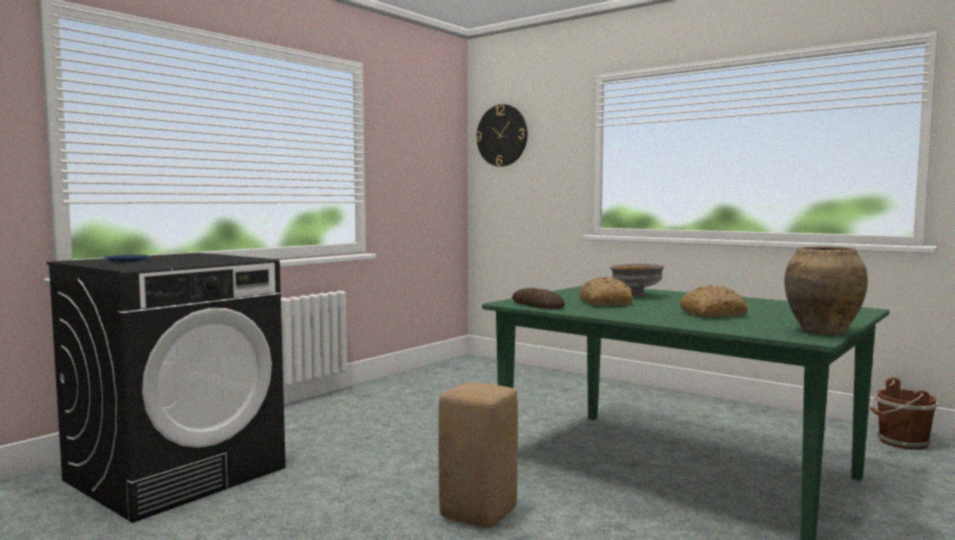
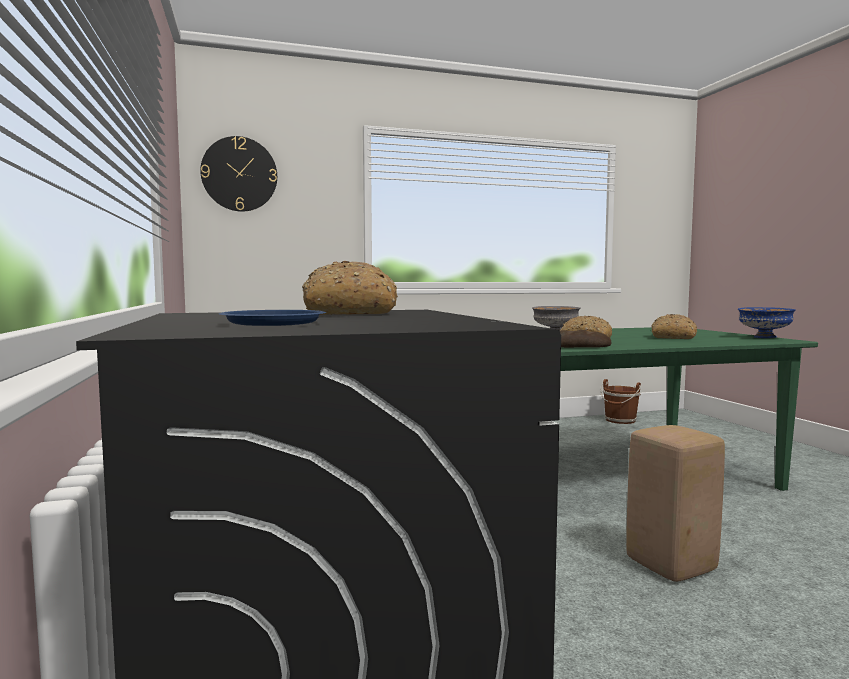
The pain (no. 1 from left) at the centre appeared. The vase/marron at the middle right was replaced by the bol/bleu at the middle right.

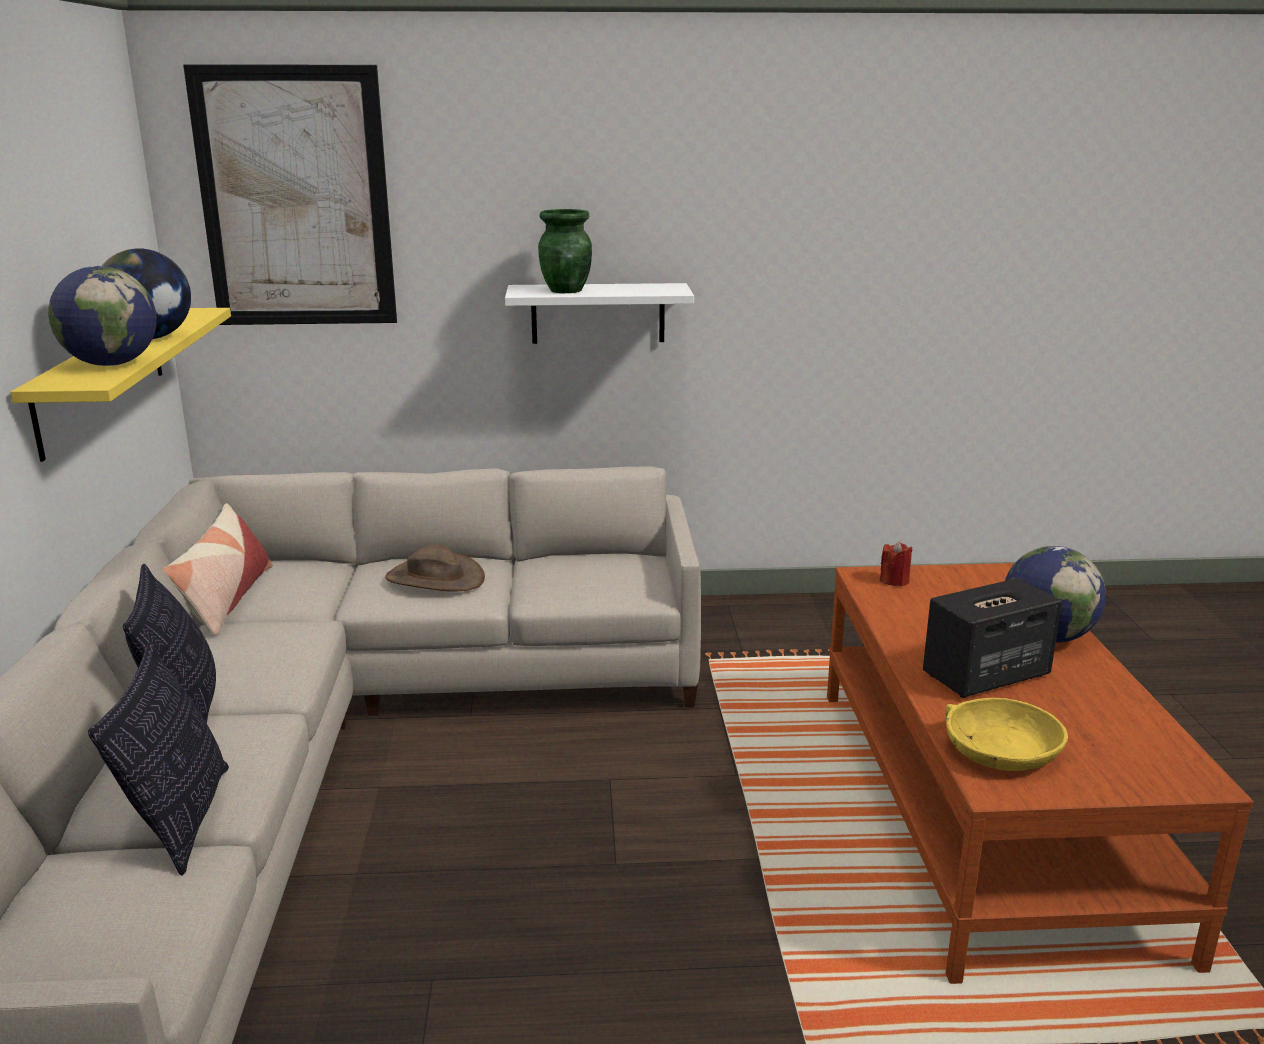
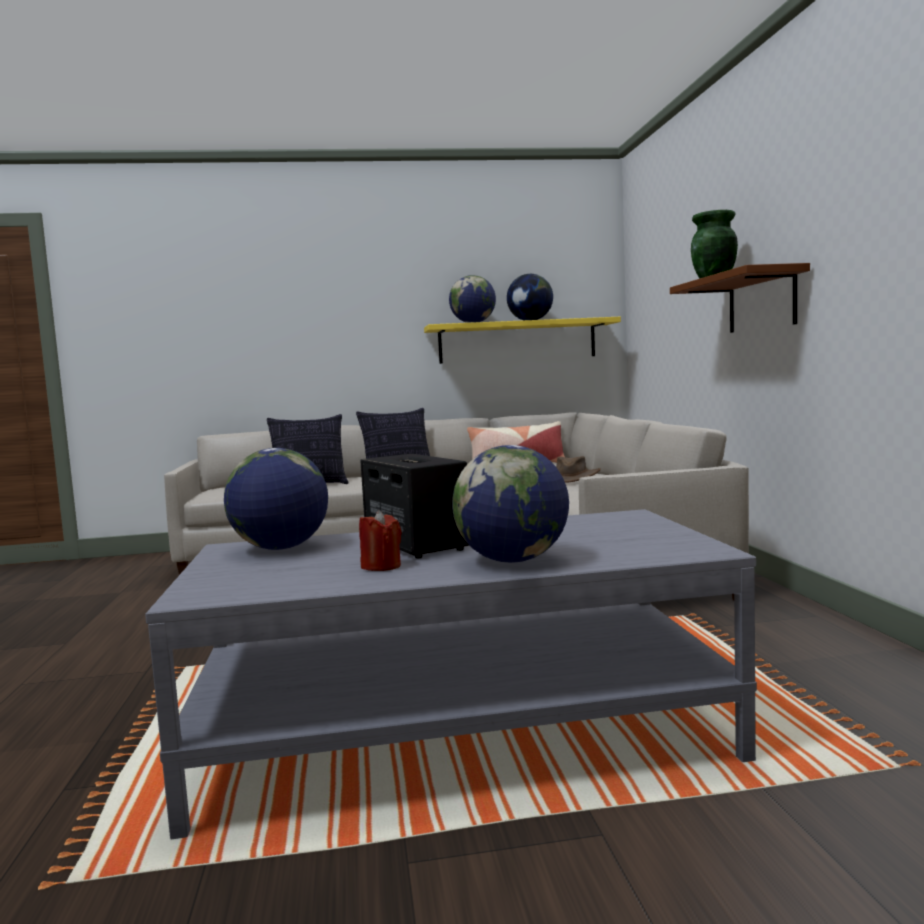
The tableau at the top left disappeared. The bougie/rouge moved from the middle right to the centre. The bol/jaune at the bottom right was replaced by the globe (no. 1 from left) at the middle left. The étagère/blanc at the top centre became the étagère/marron at the top right. The table basse/marron at the bottom right became the table basse/gris at the bottom centre.

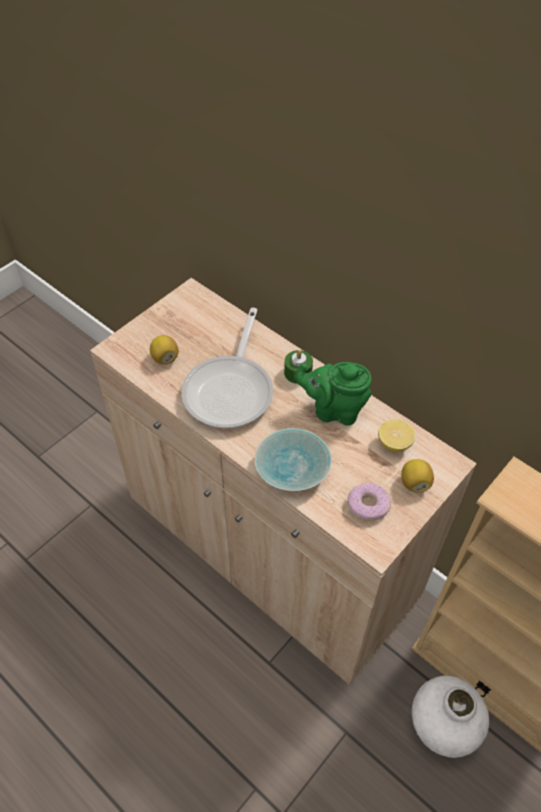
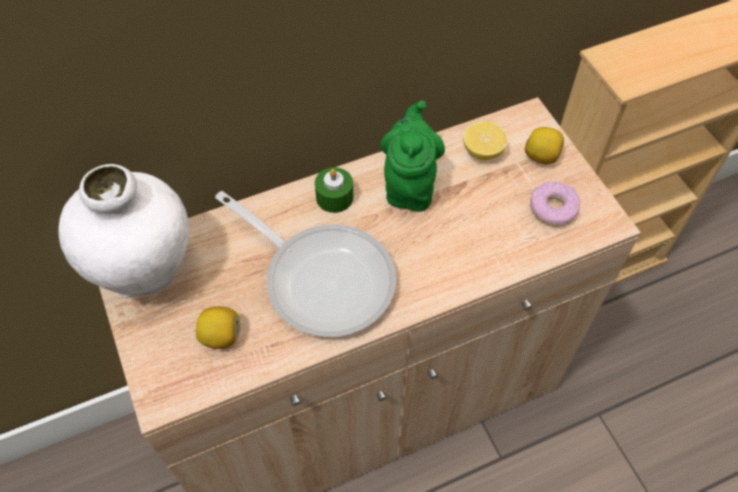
The bol/turquoise at the centre disappeared. The vase/blanc moved from the bottom right to the middle left. The théière/vert at the centre turned 150 degrees clockwise.

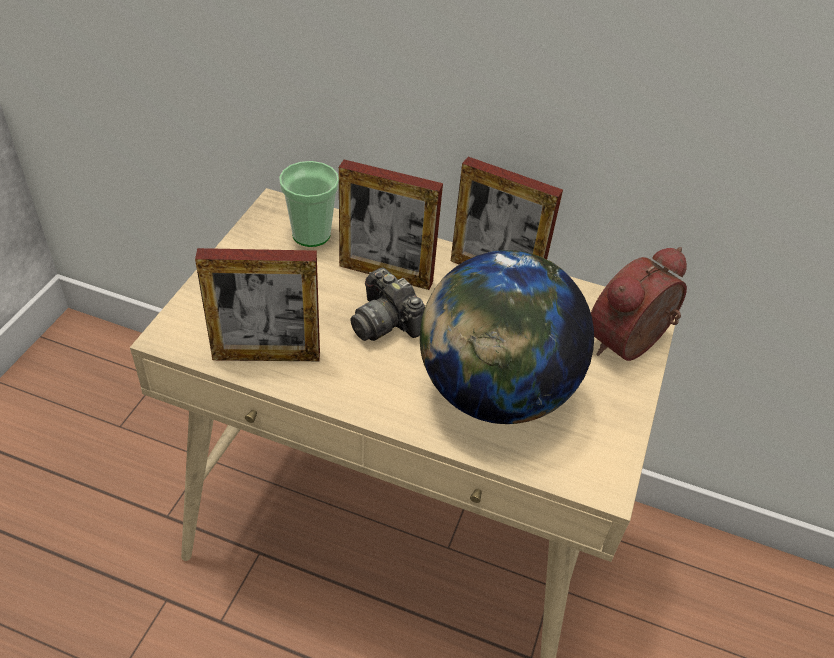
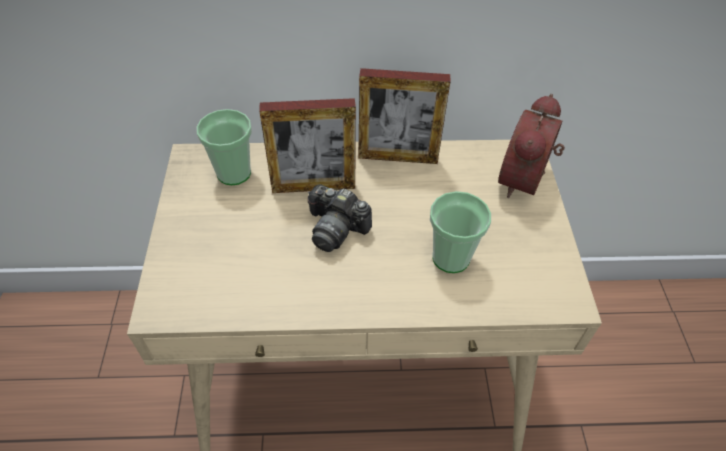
The cadre photo (no. 1 from left) at the middle left disappeared. The globe at the centre was replaced by the tasse (no. 2 from left) at the centre.

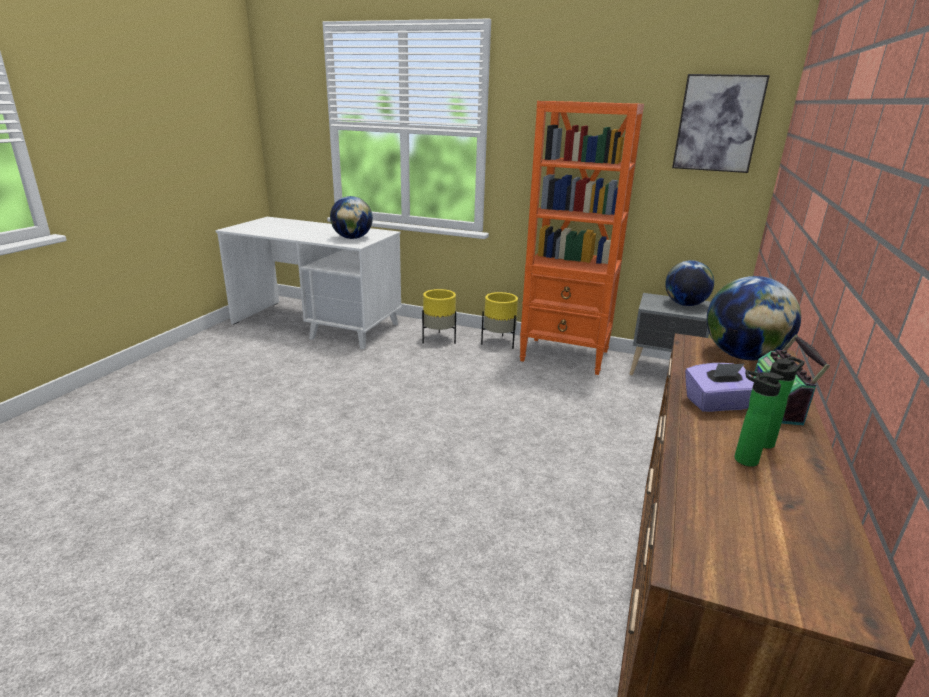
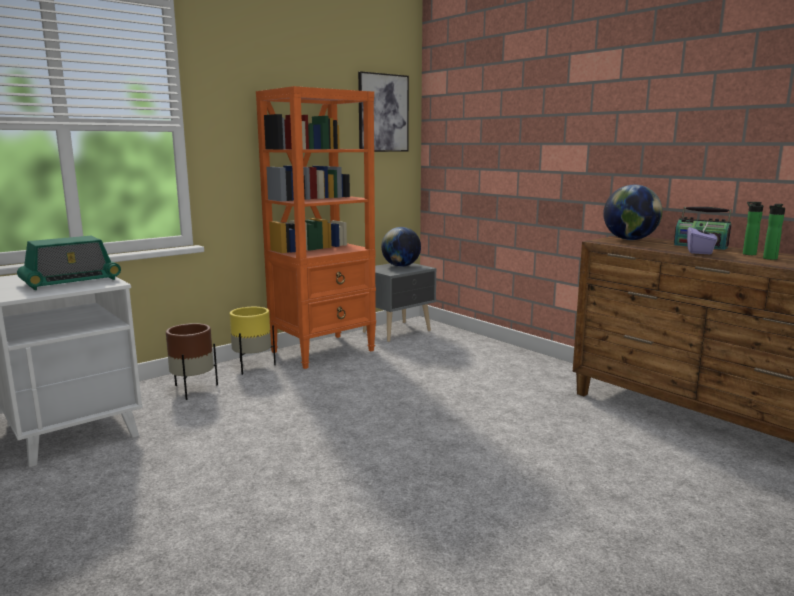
The globe (no. 1 from left) at the top centre was replaced by the radio (no. 1 from left) at the middle left. The cache-pot/jaune (no. 1 from left) at the centre became the cache-pot/marron at the middle left.

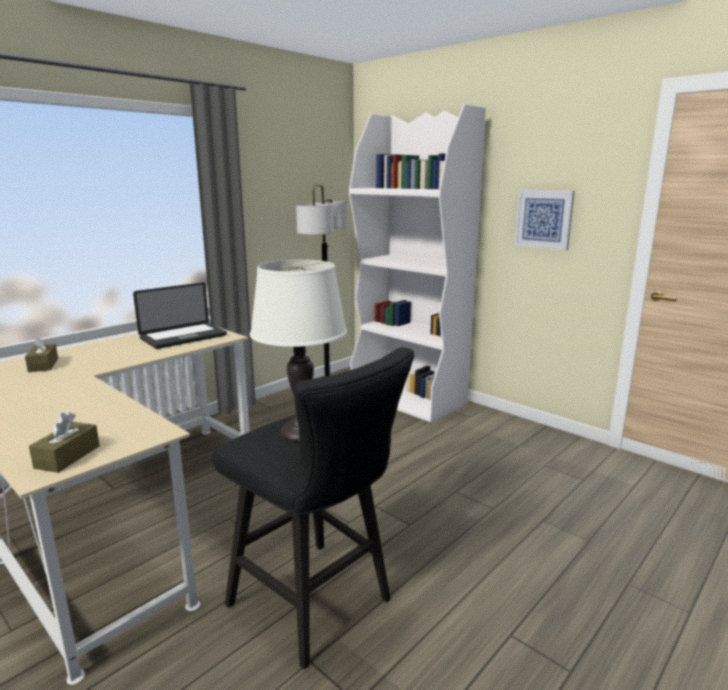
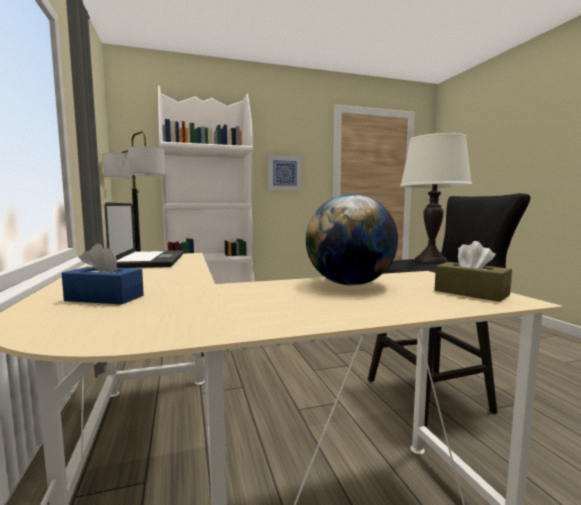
The globe at the centre appeared. The boîte à mouchoirs/marron (no. 1 from left) at the middle left became the boîte à mouchoirs/bleu at the middle left.

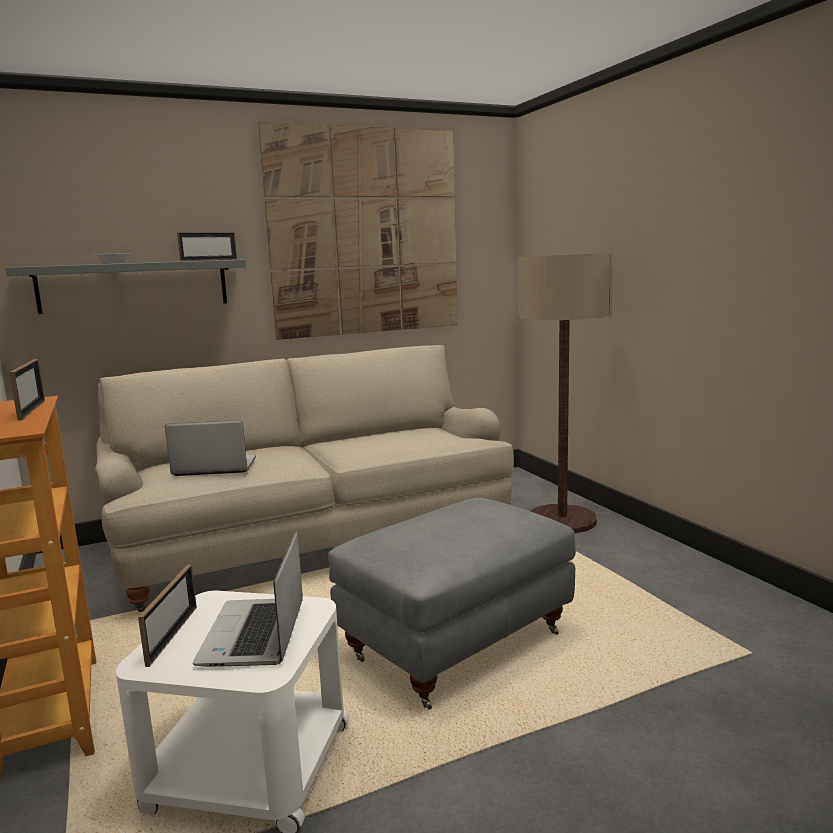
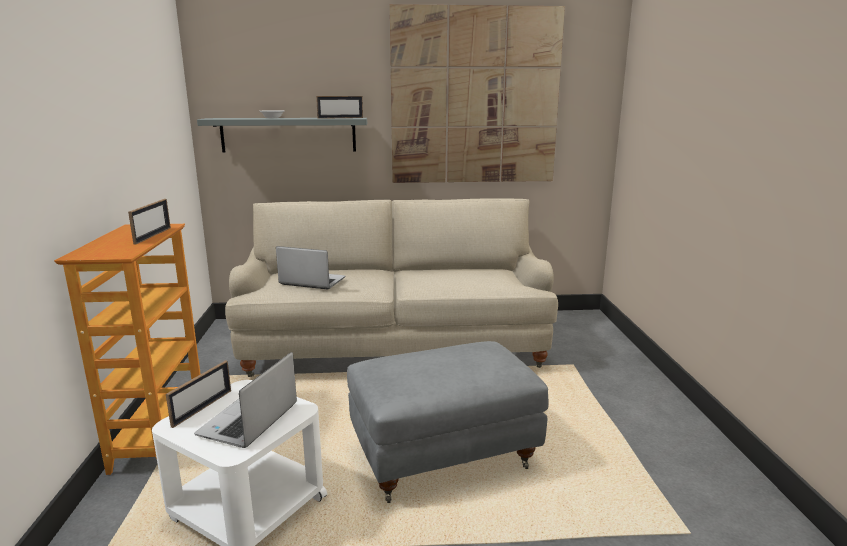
The lampadaire at the middle right disappeared.

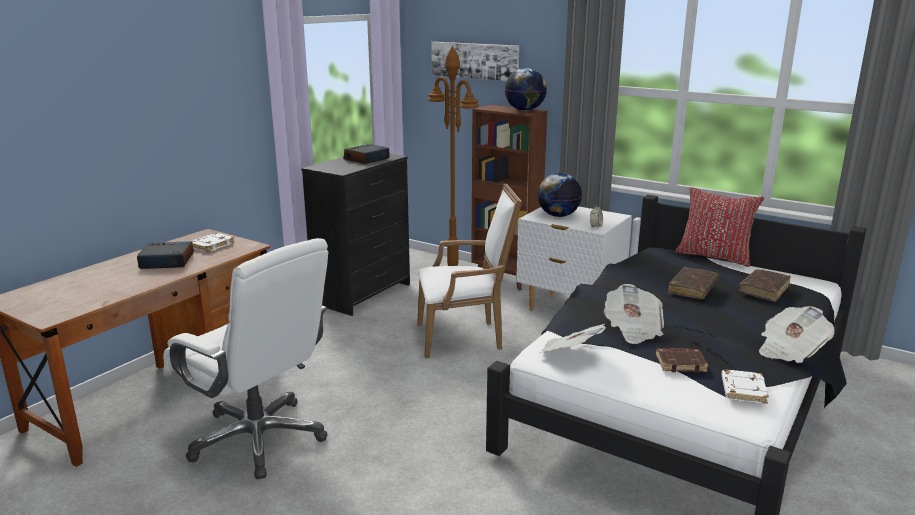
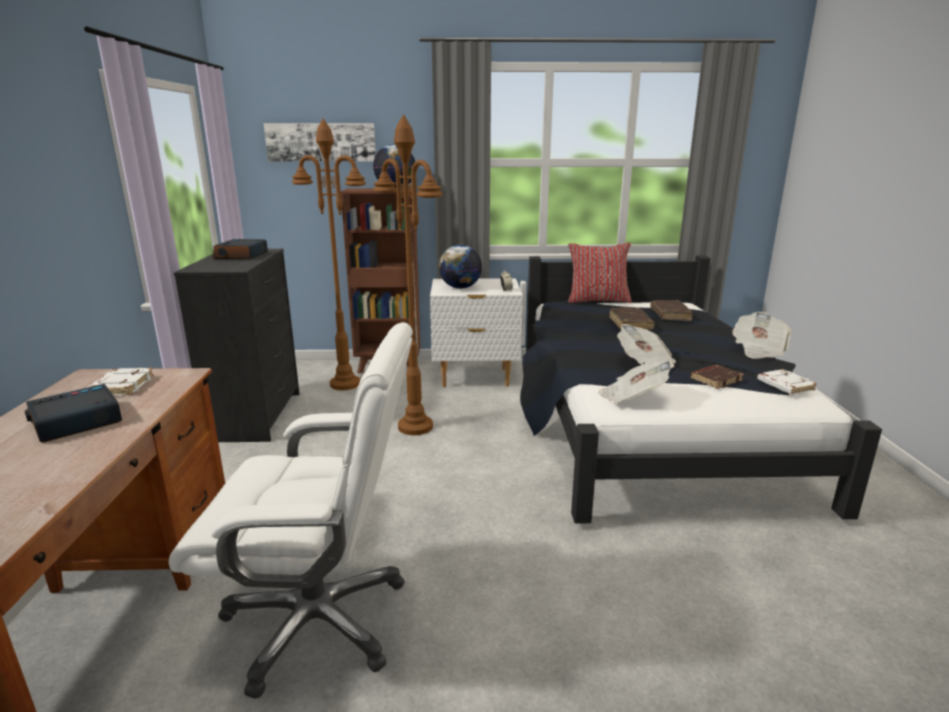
The fauteuil/blanc at the centre was replaced by the lampadaire/marron (no. 2 from left) at the centre.

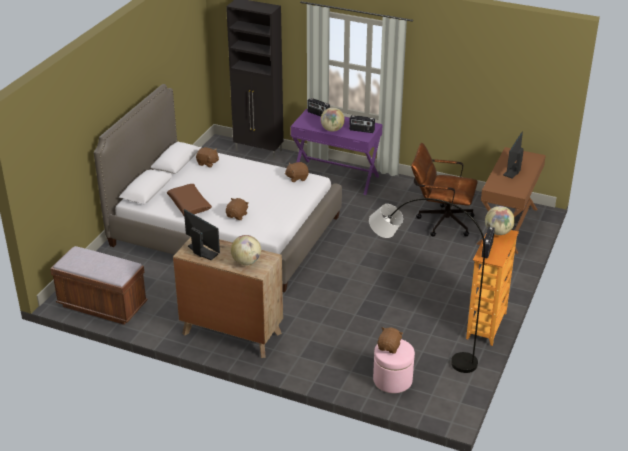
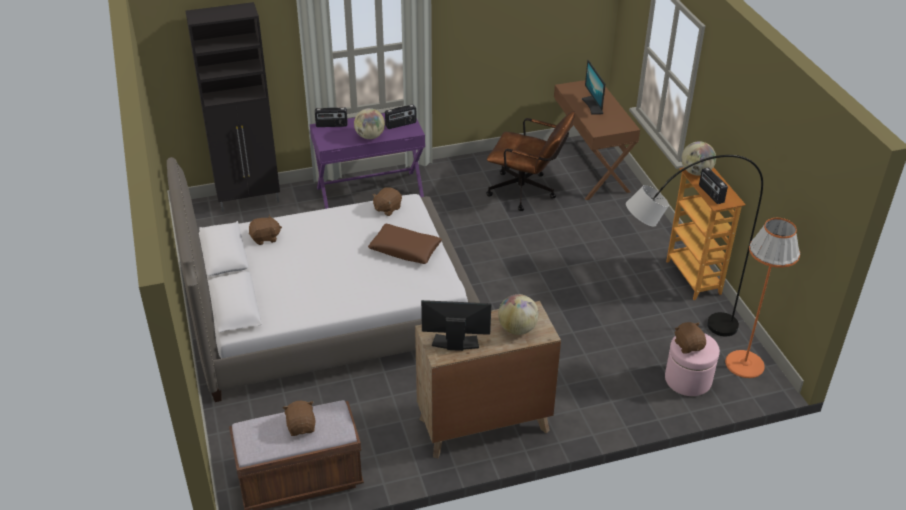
The lampadaire/orange at the middle right appeared. The coussin/marron moved from the middle left to the centre. The peluche/marron (no. 2 from left) moved from the centre to the bottom left. The chaise de bureau/marron at the middle right turned 135 degrees counterclockwise.

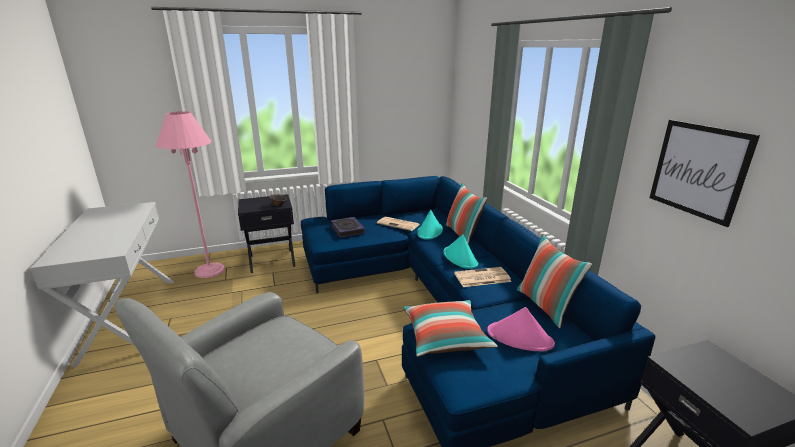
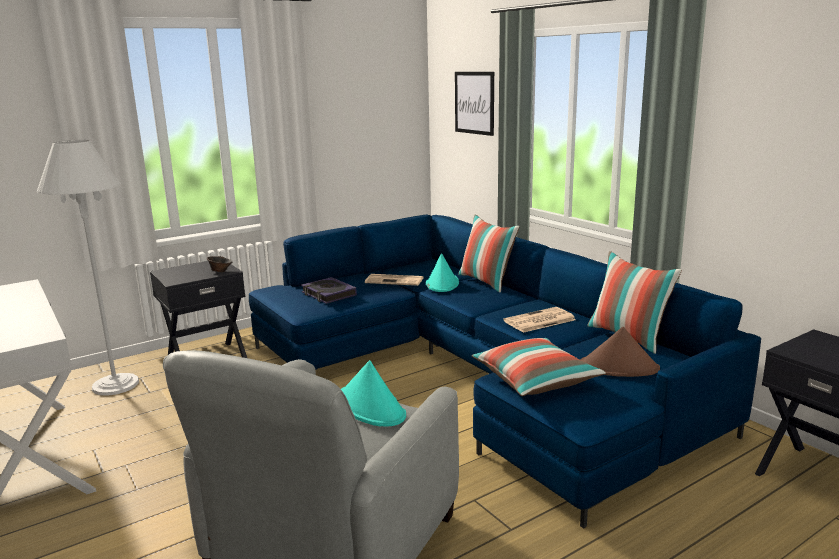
The chapeau/turquoise (no. 2 from left in the first image) moved from the centre to the bottom centre. The tableau moved from the middle right to the top centre. The lampadaire/rose at the middle left became the lampadaire/blanc at the middle left. The chapeau/rose at the bottom centre became the chapeau/marron at the middle right.

